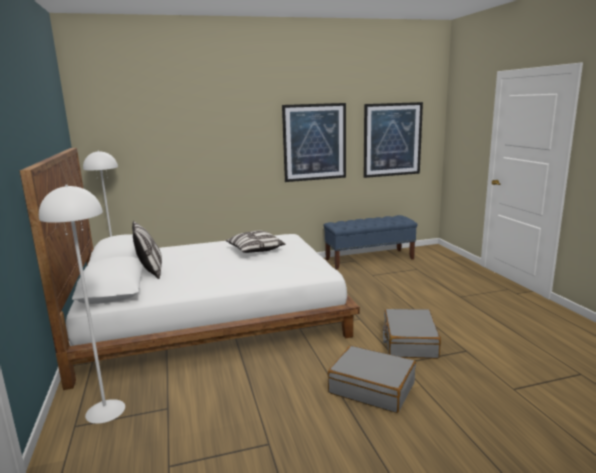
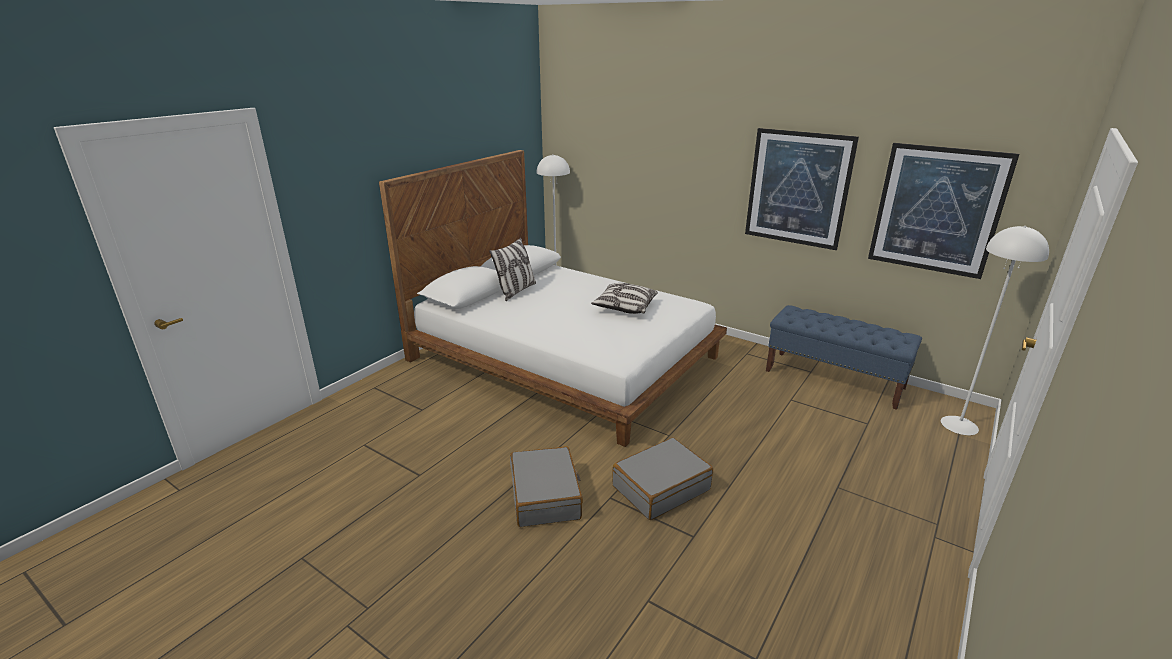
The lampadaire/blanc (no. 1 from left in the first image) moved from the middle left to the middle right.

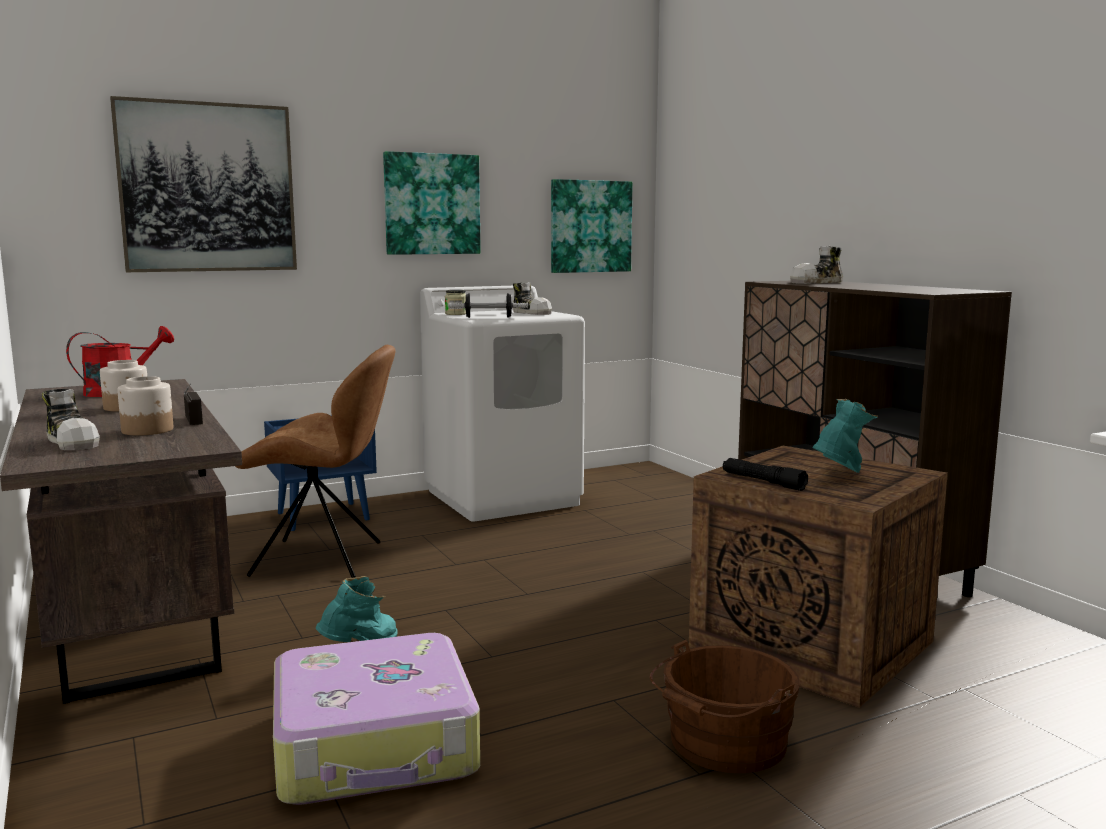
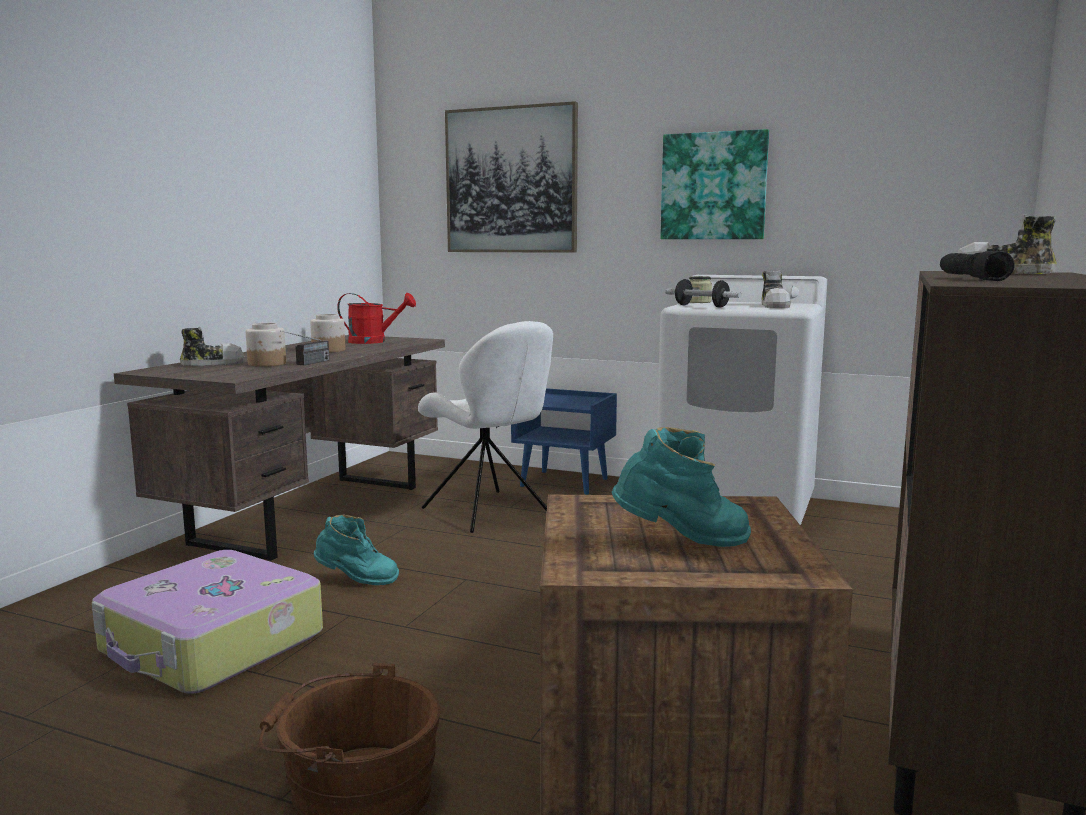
The tableau (no. 3 from left) at the top centre disappeared. The lampe de poche/noir moved from the middle right to the top right. The chaise/marron at the middle left became the chaise/blanc at the centre. The chaussure (no. 1 from left) at the middle left turned 120 degrees counterclockwise.

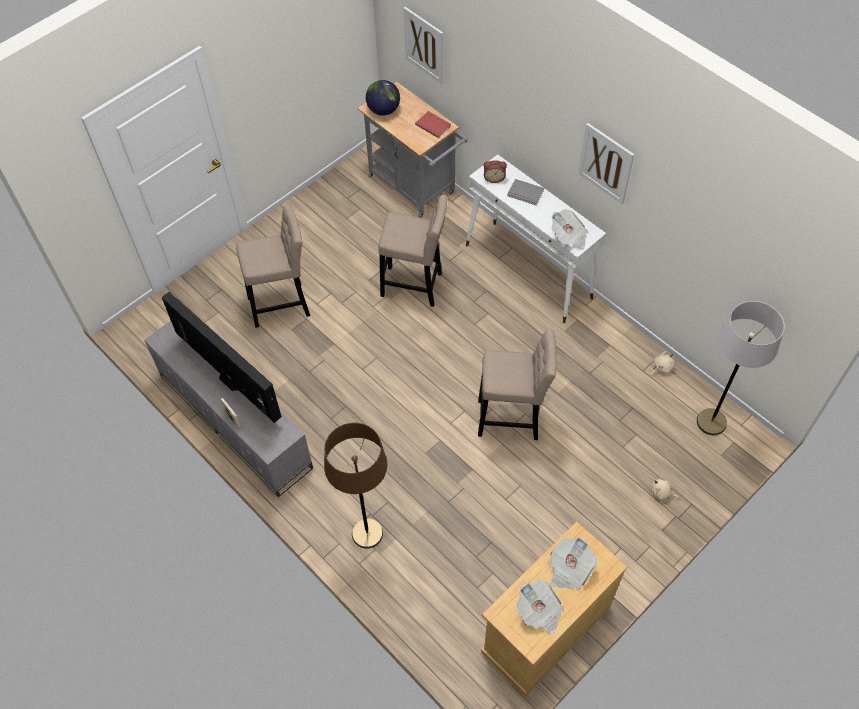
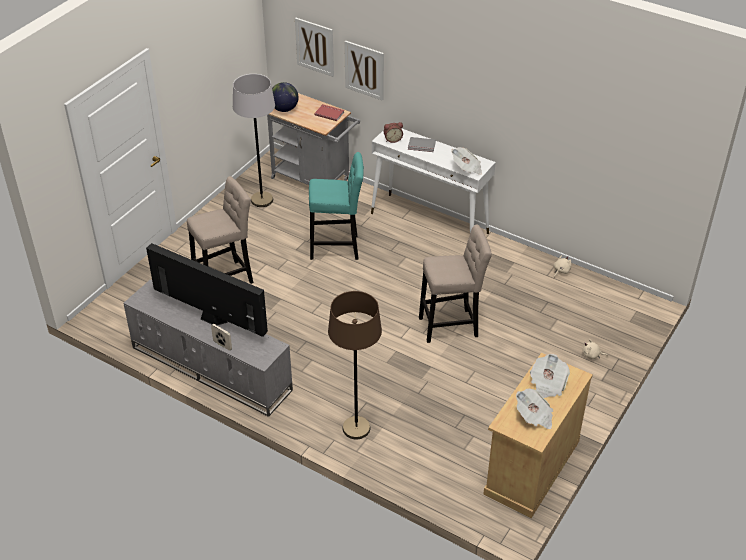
The tableau (no. 2 from left) moved from the top right to the top centre. The lampadaire/gris moved from the middle right to the top centre. The tabouret/beige (no. 2 from left) at the centre became the tabouret/turquoise at the centre.

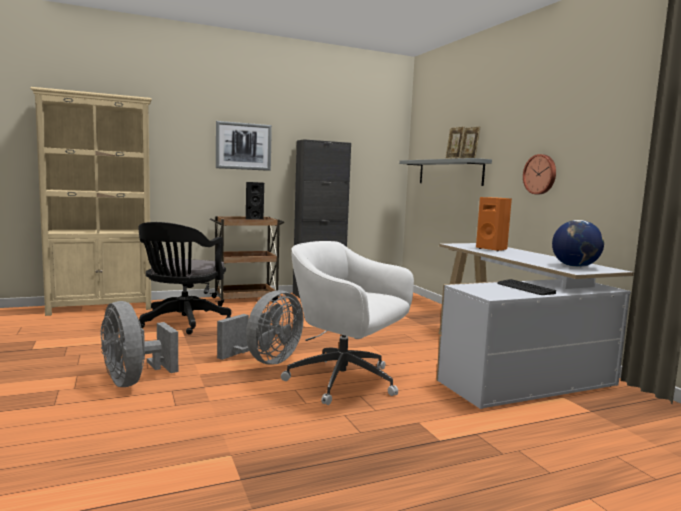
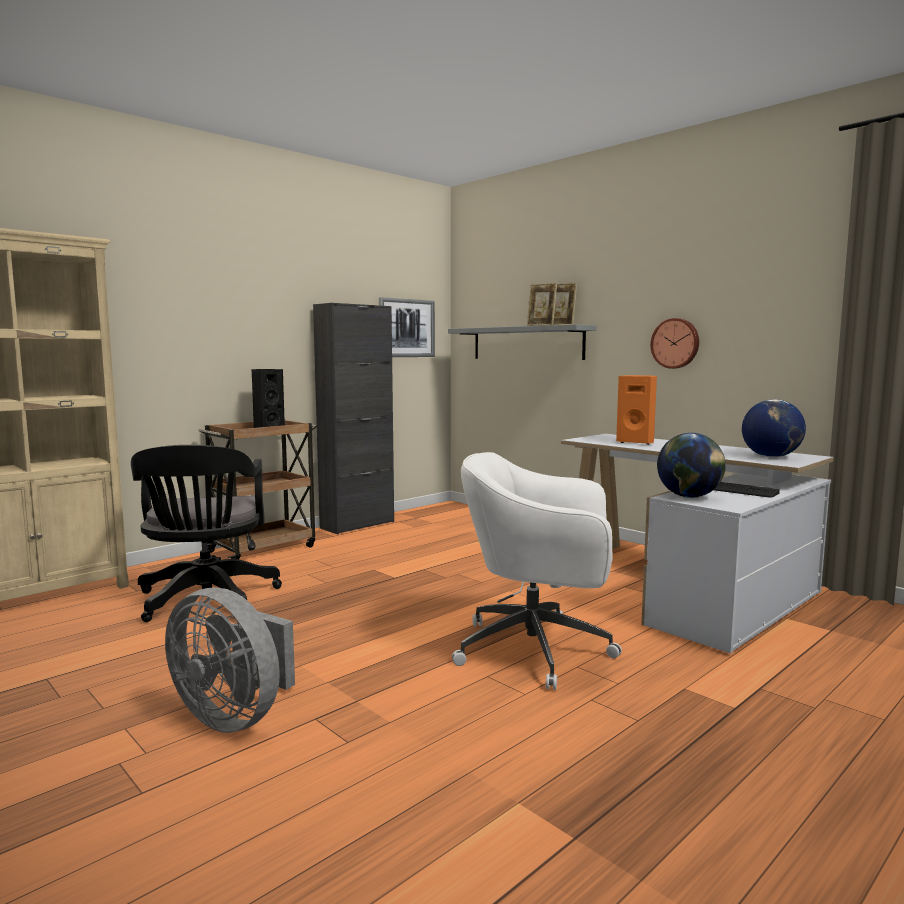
The ventilateur/gris (no. 2 from left) at the centre disappeared. The globe (no. 1 from left) at the middle right appeared. The tableau moved from the top centre to the centre.

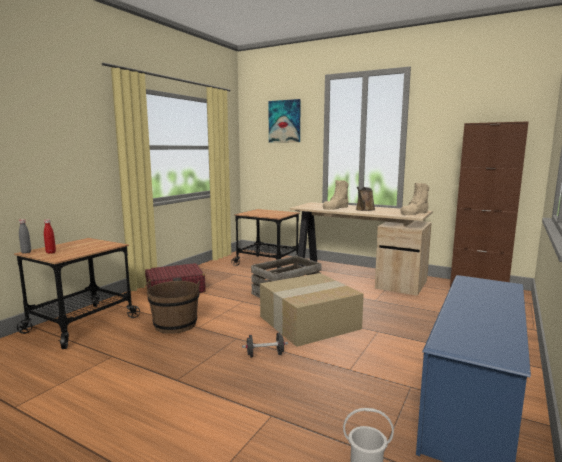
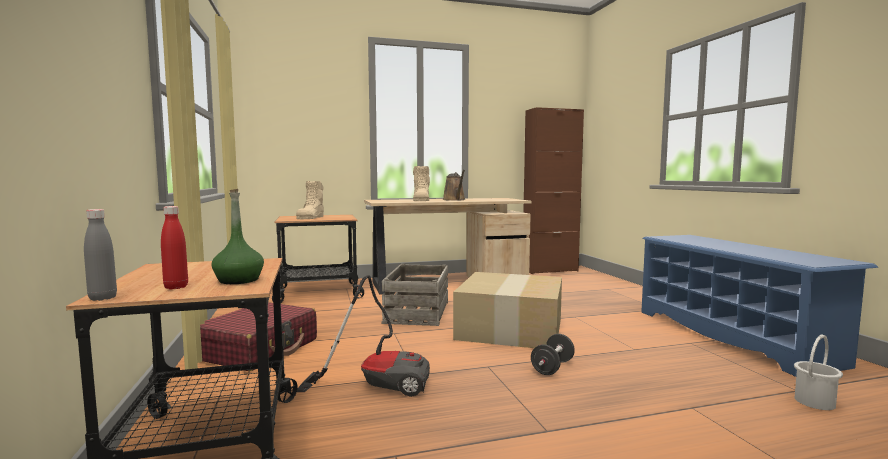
The tableau at the top centre disappeared. The bouteille/vert at the middle left appeared. The botte/beige (no. 2 from left in the first image) moved from the middle right to the centre. The seau/marron at the middle left was replaced by the aspirateur at the bottom centre.

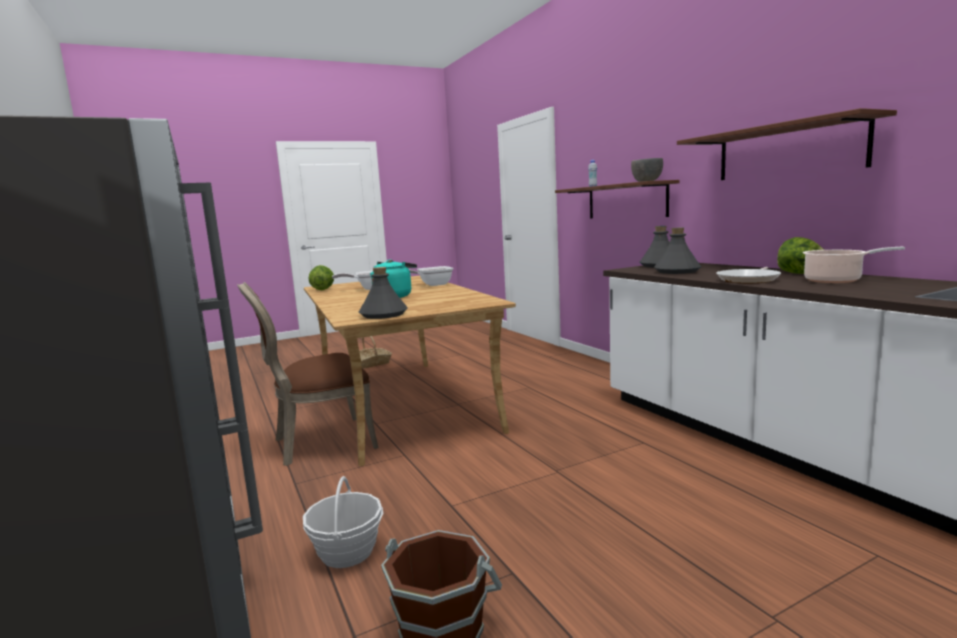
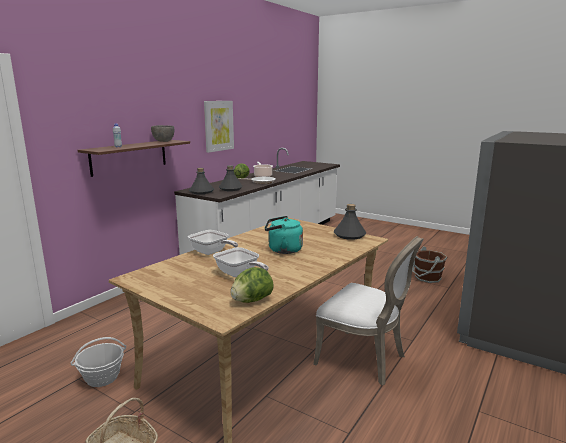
The panier (no. 1 from left) moved from the bottom centre to the bottom left. The étagère/marron (no. 2 from left) at the top right was replaced by the tableau at the top centre. The chaise/marron at the middle left became the chaise/blanc at the bottom centre.

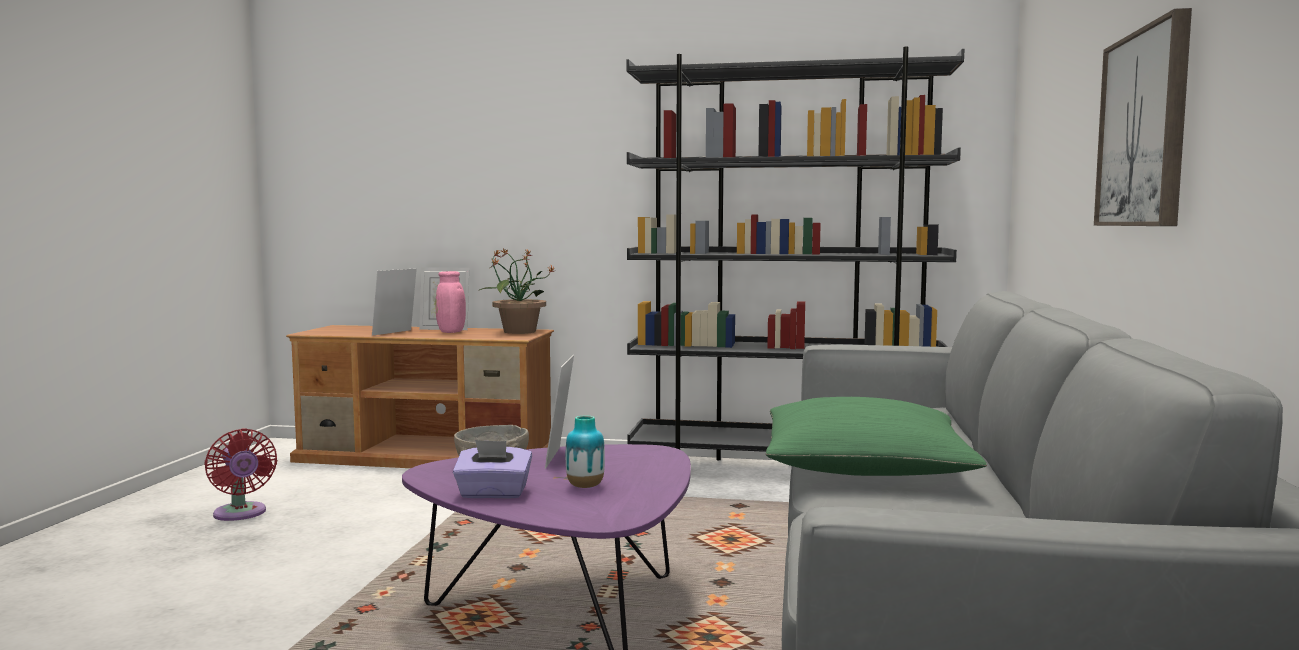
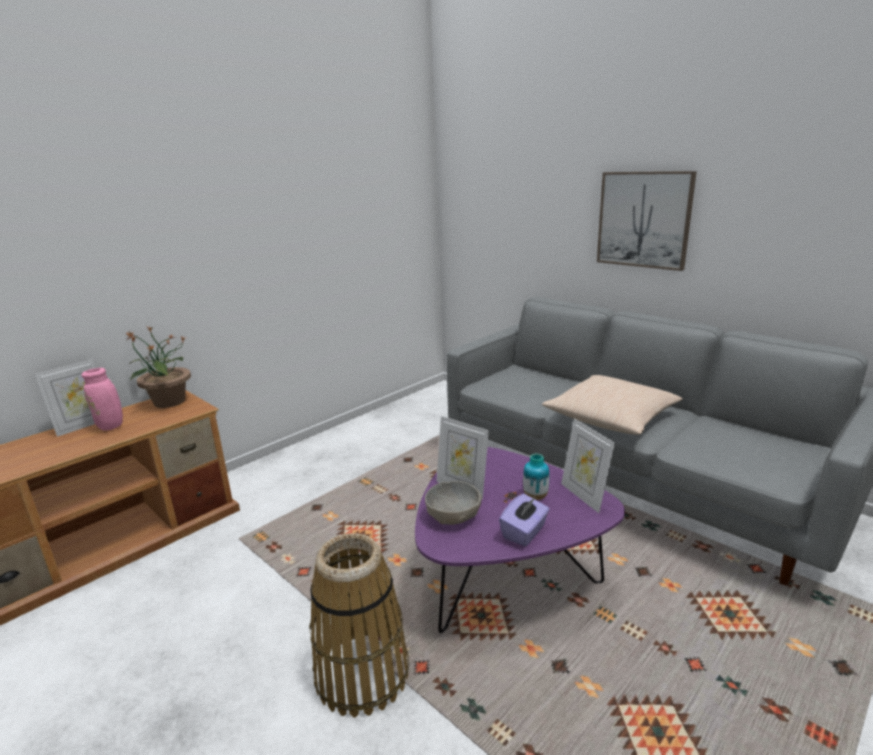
The ventilateur/rouge at the bottom left disappeared. The bibliothèque/noir at the centre disappeared. The panier at the bottom centre appeared. The cadre photo (no. 1 from left in the first image) moved from the middle left to the middle right. The coussin/vert at the bottom right became the coussin/beige at the middle right.

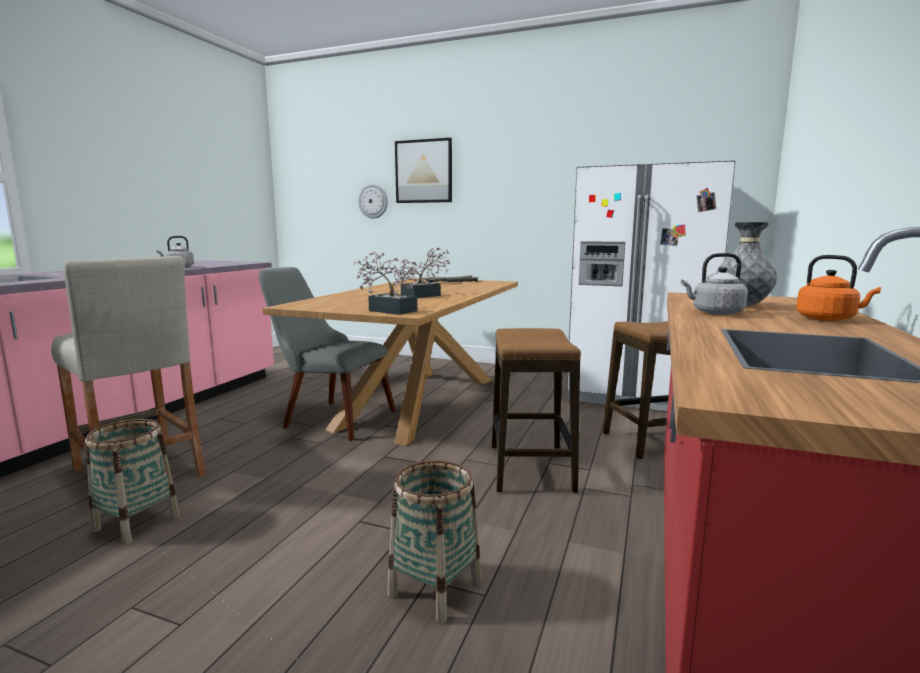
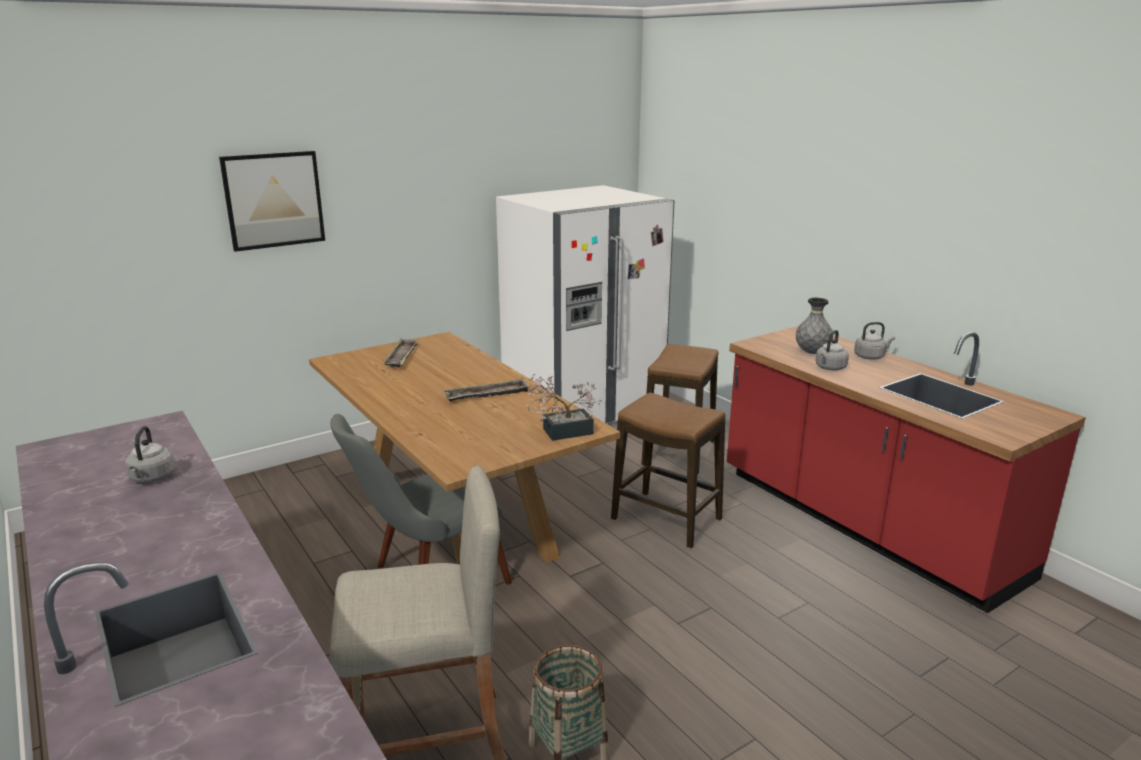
The horloge murale at the top centre disappeared. The panier (no. 2 from left) at the bottom centre disappeared. The plante en pot (no. 2 from left) at the centre was replaced by the plateau (no. 2 from left) at the centre. The bouilloire/orange at the middle right became the bouilloire/gris (no. 3 from left) at the middle right.

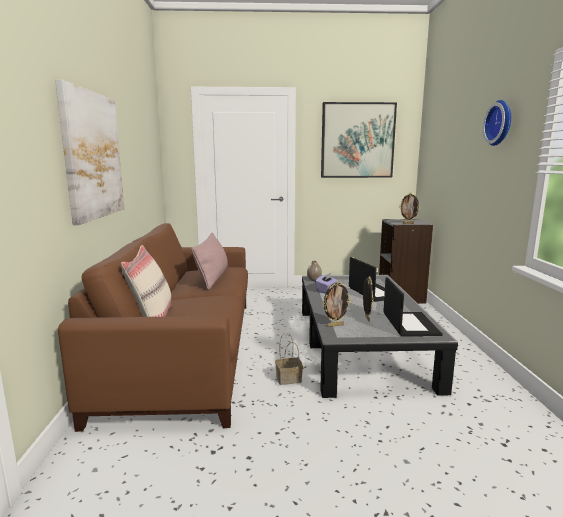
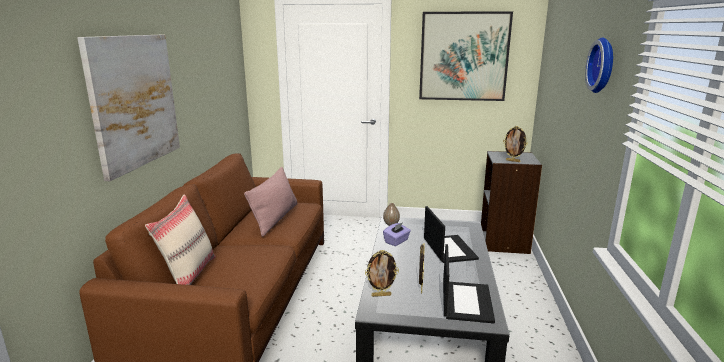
The panier at the bottom centre disappeared.

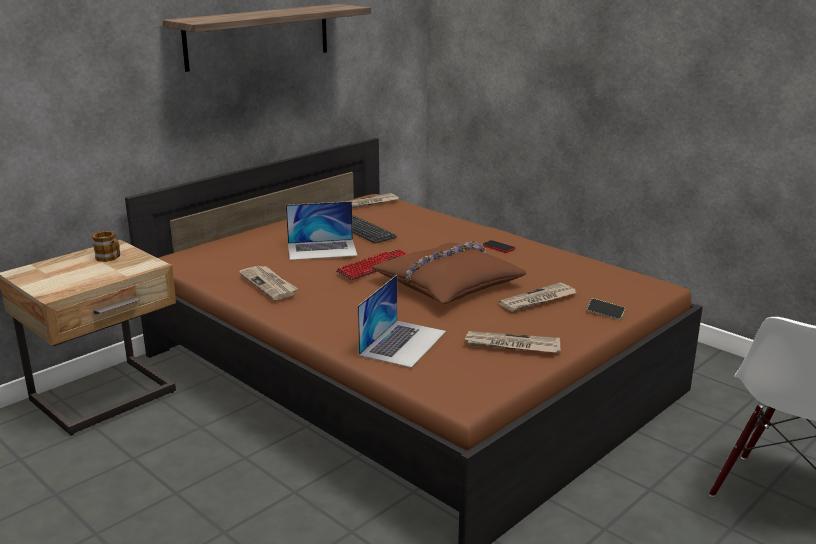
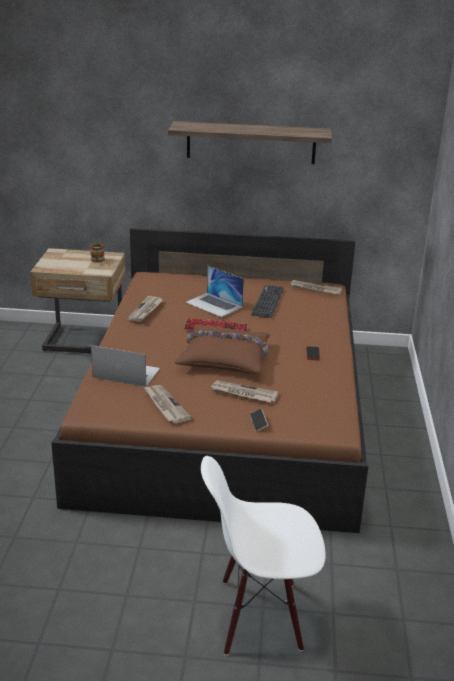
The ordinateur portable (no. 2 from left in the first image) at the centre turned 150 degrees counterclockwise.

